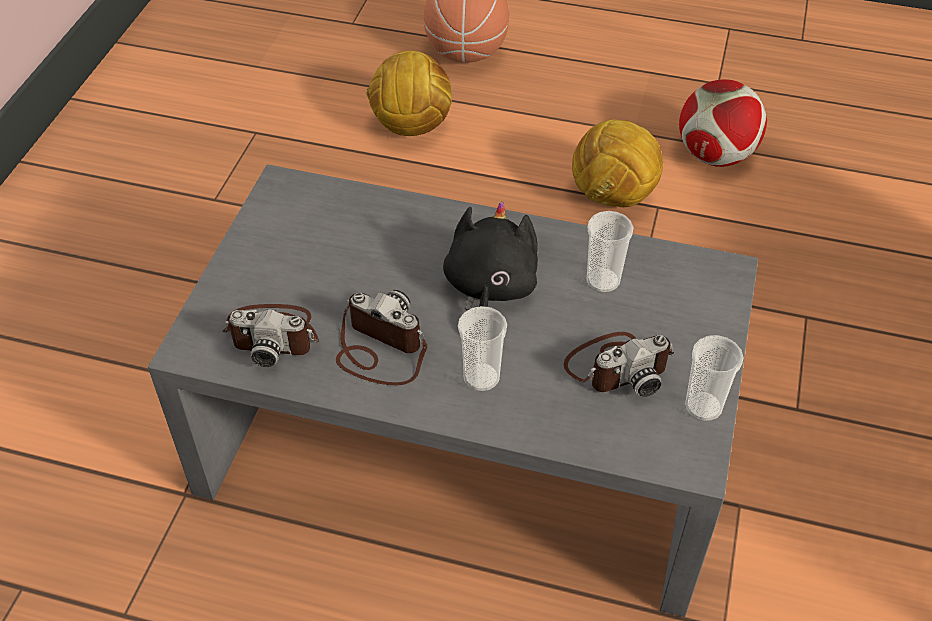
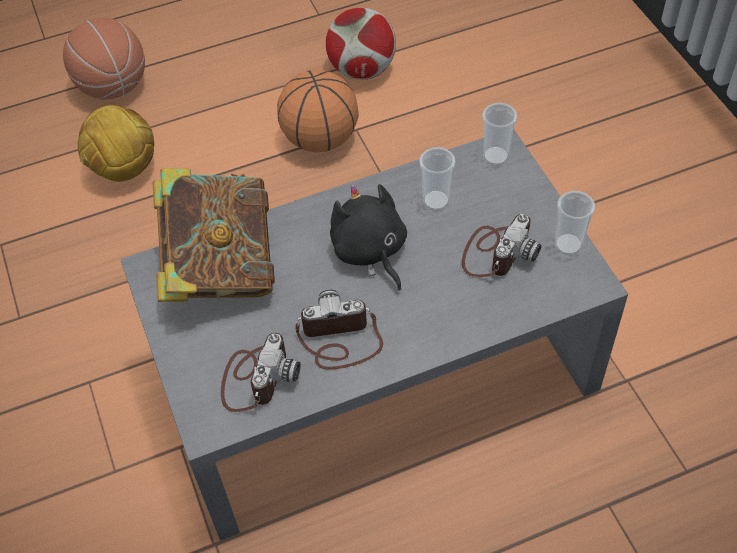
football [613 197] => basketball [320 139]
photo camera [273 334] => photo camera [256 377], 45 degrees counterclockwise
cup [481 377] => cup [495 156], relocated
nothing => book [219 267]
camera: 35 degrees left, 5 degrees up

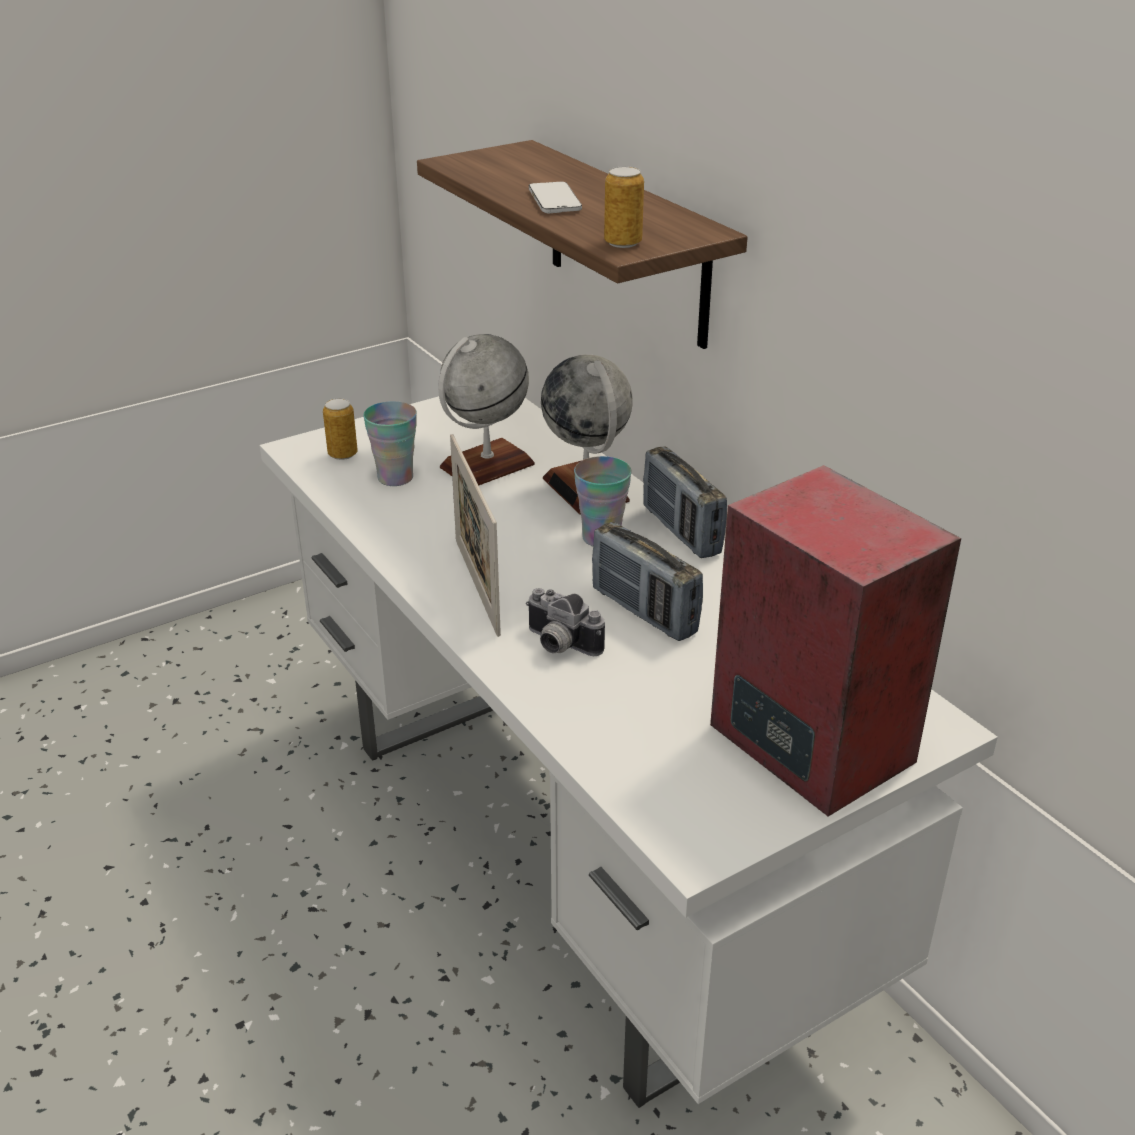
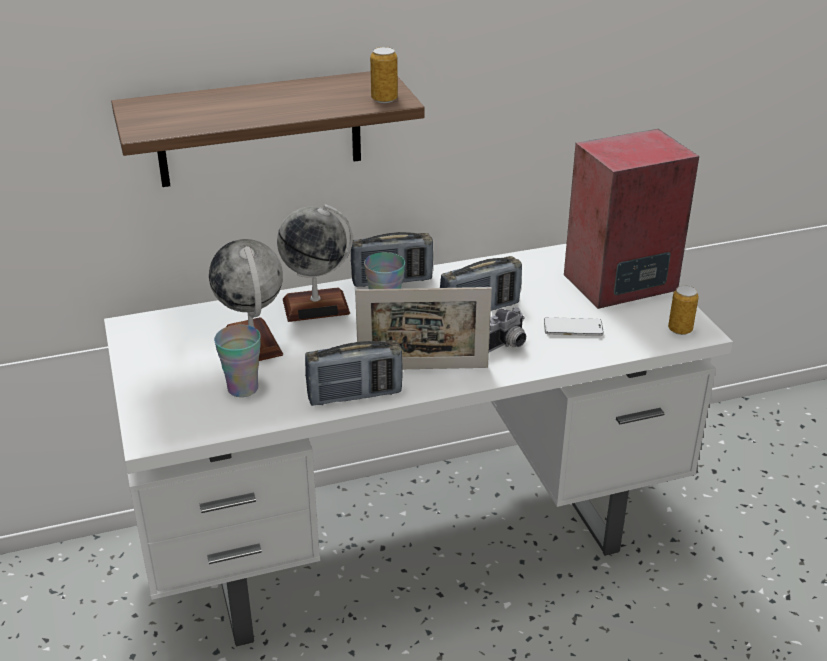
phone [554 200] => phone [573 329], relocated
can [342 454] => can [680 329], relocated
nothing => radio [354 395]
camera: 75 degrees left, 0 degrees up

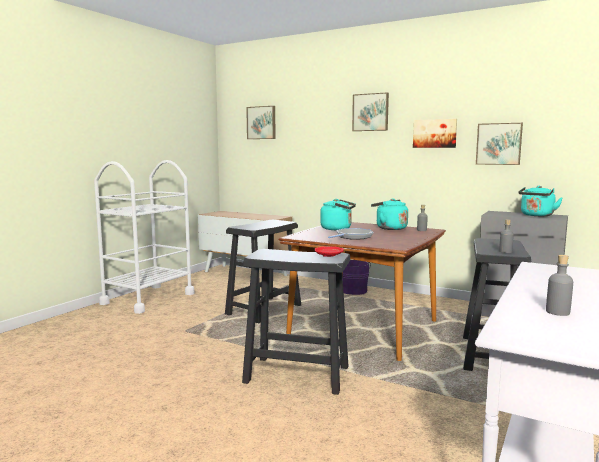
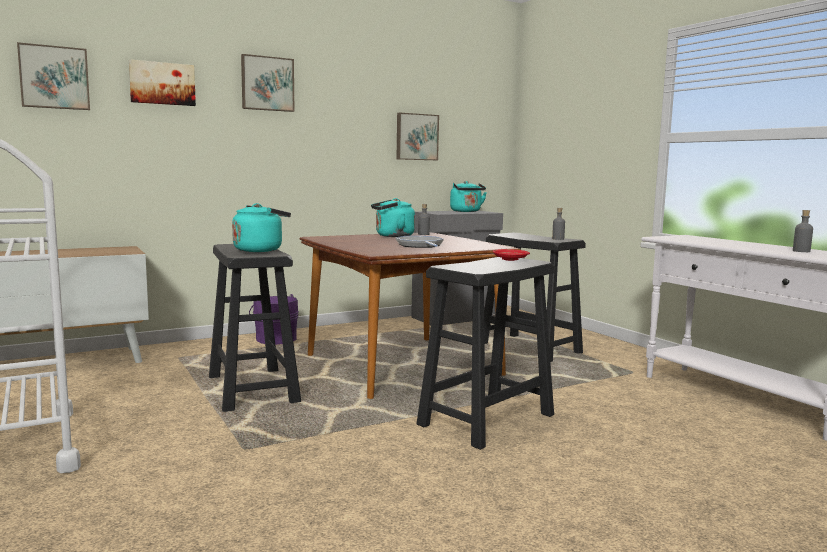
picture [435 133] => picture [162 83], relocated
kettle in turquoise [338 229] => kettle in turquoise [260 250], relocated
camera: 60 degrees left, 0 degrees up

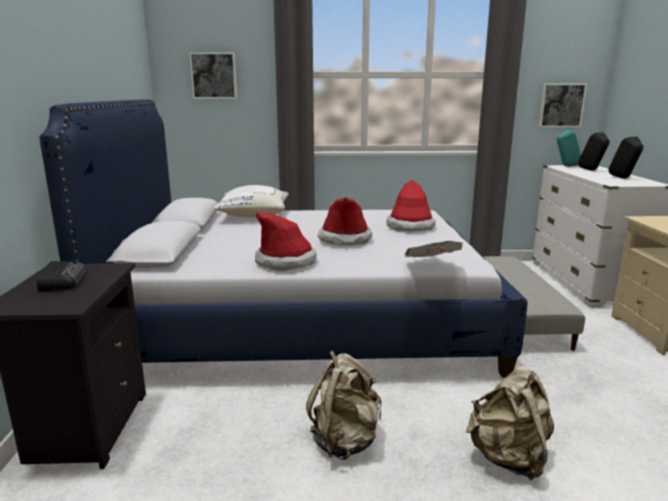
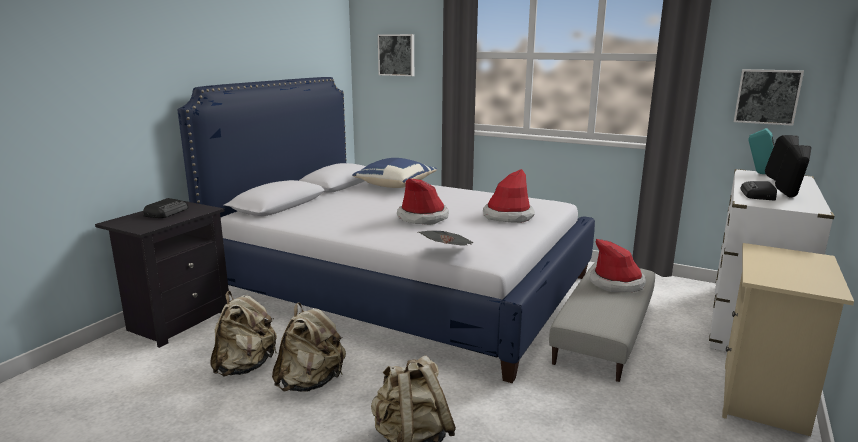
pillow in white [253 215] => pillow in blue [395 185]
hat [286 261] => hat [616 283], relocated
nothing => radio [758 195]
nothing => backpack in beige [245 366]
camera: 30 degrees right, 0 degrees up

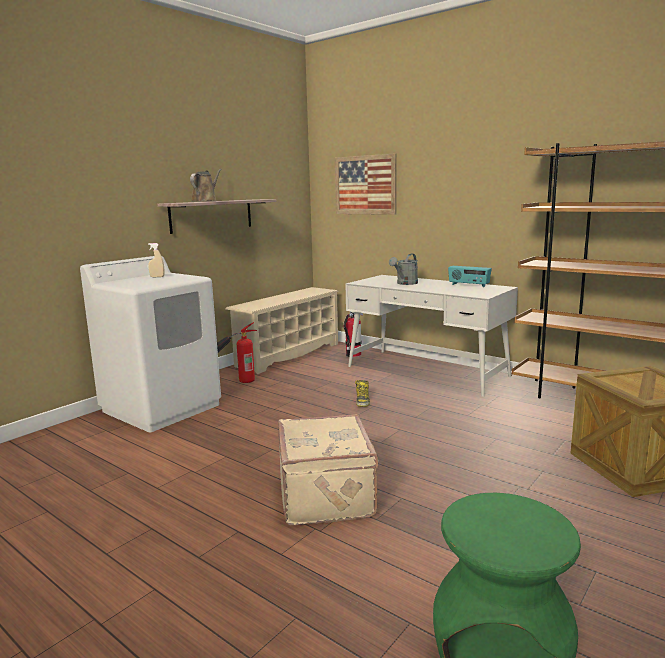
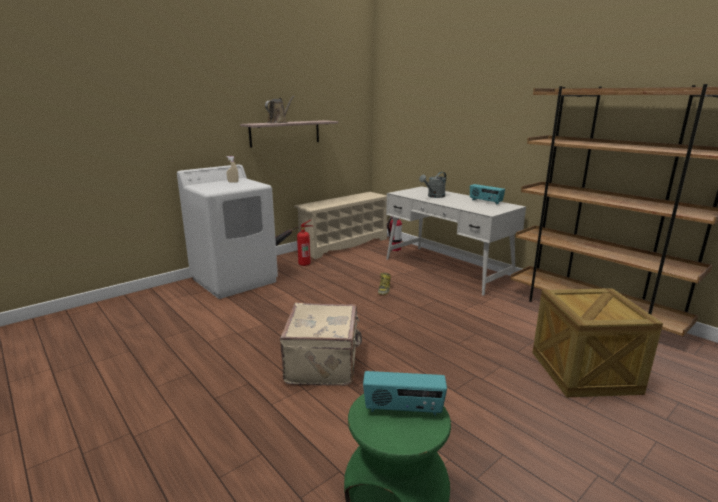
picture [365 185] => nothing
nothing => radio [403 409]
camera: 10 degrees right, 5 degrees up

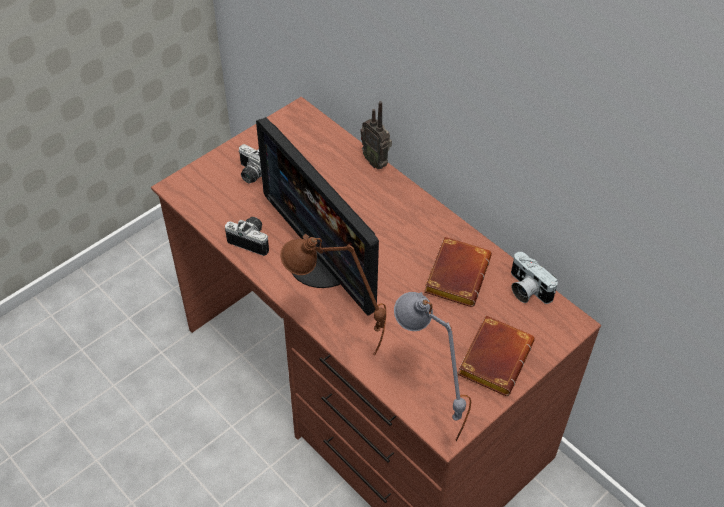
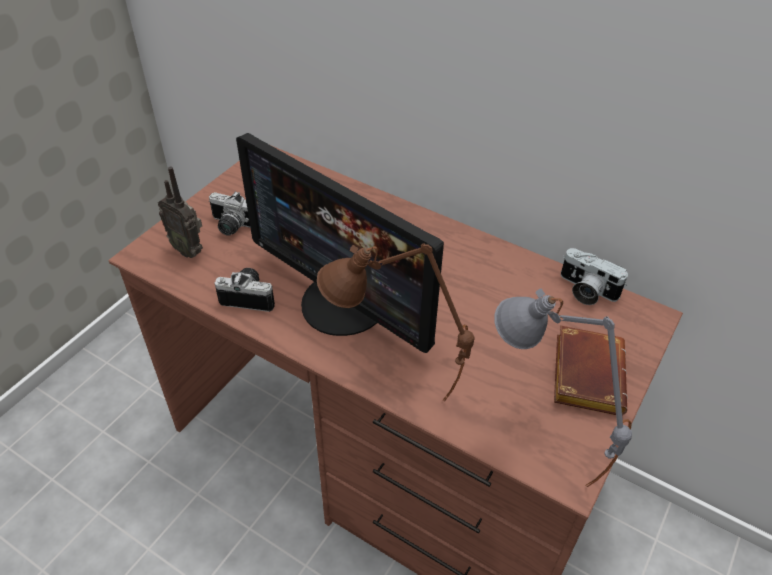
radio [376 161] => radio [189 250], relocated
book in brown [455 274] => nothing
camera: 15 degrees left, 5 degrees down

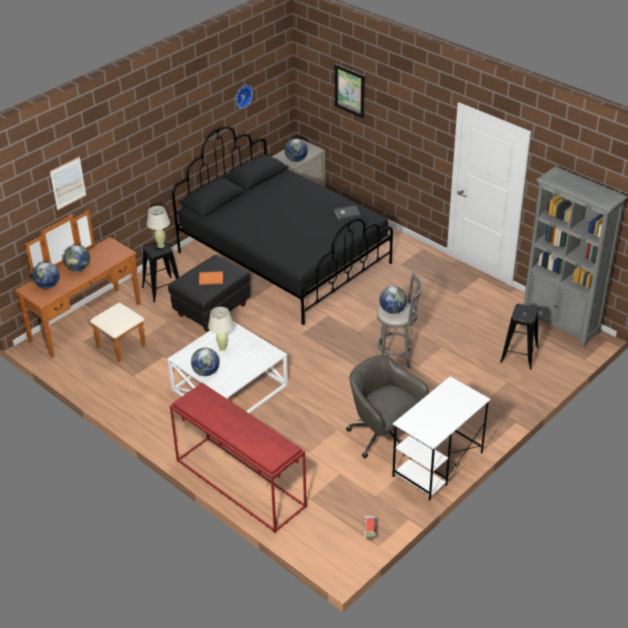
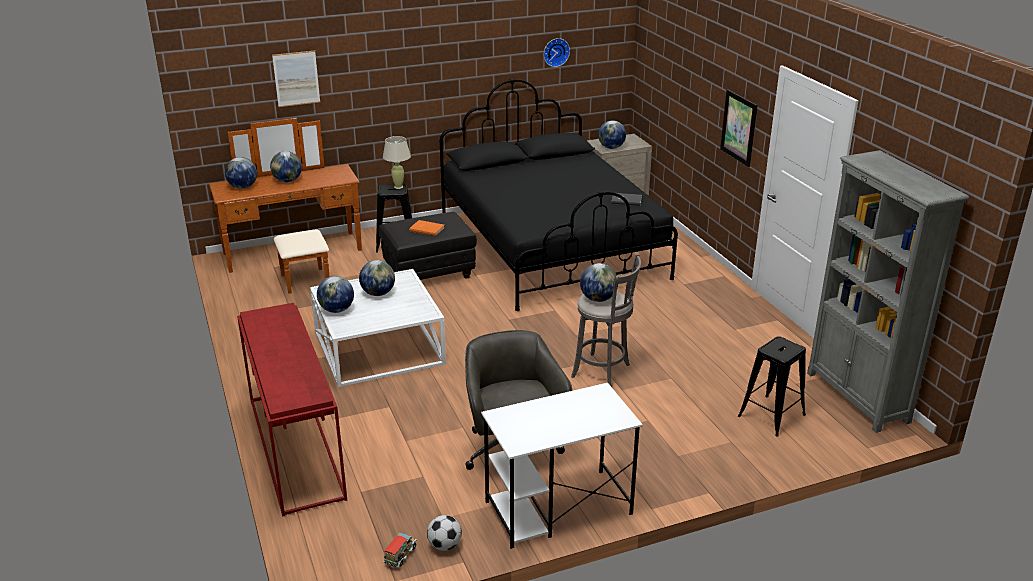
picture [349 91] => picture [739 127], relocated
table lamp in beige [222 348] => globe [378 293]
nothing => football [444 545]
camera: 25 degrees right, 10 degrees down

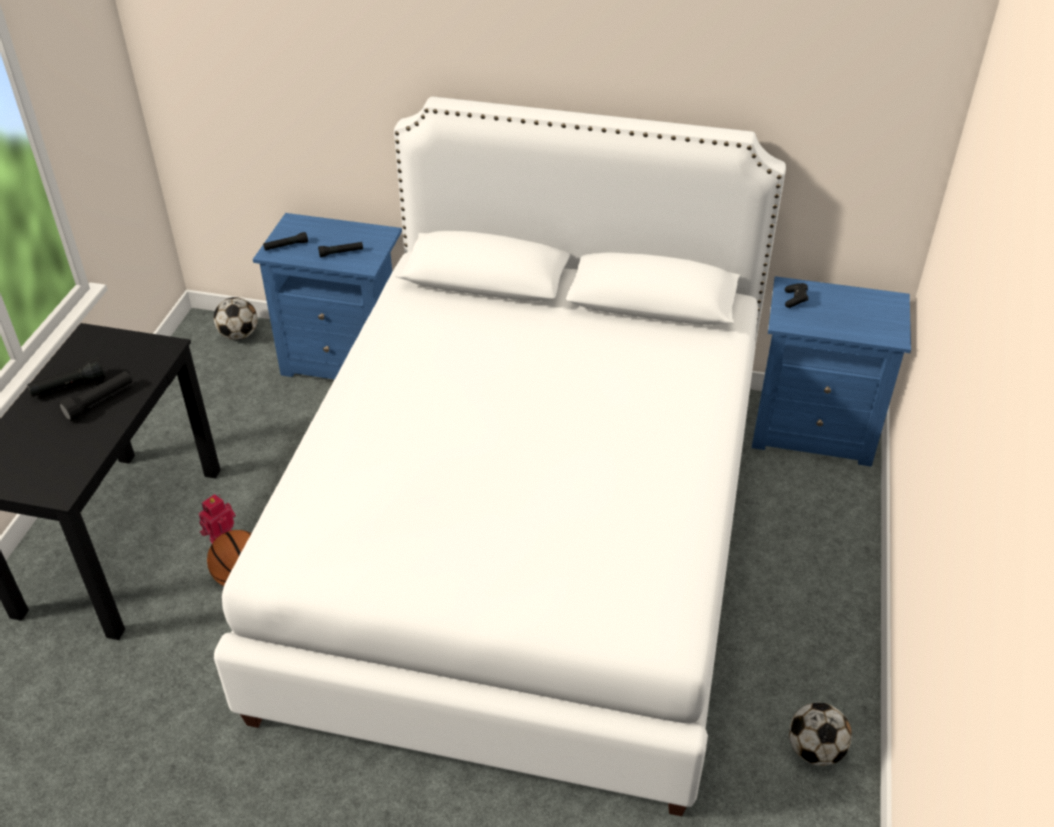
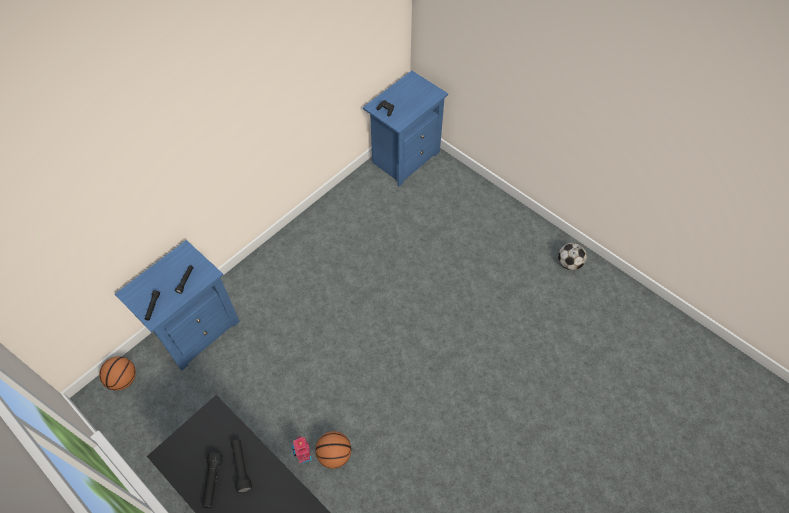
bed in white [526 537] => nothing
football [239 335] => basketball [123 379]
camera: 60 degrees left, 15 degrees up

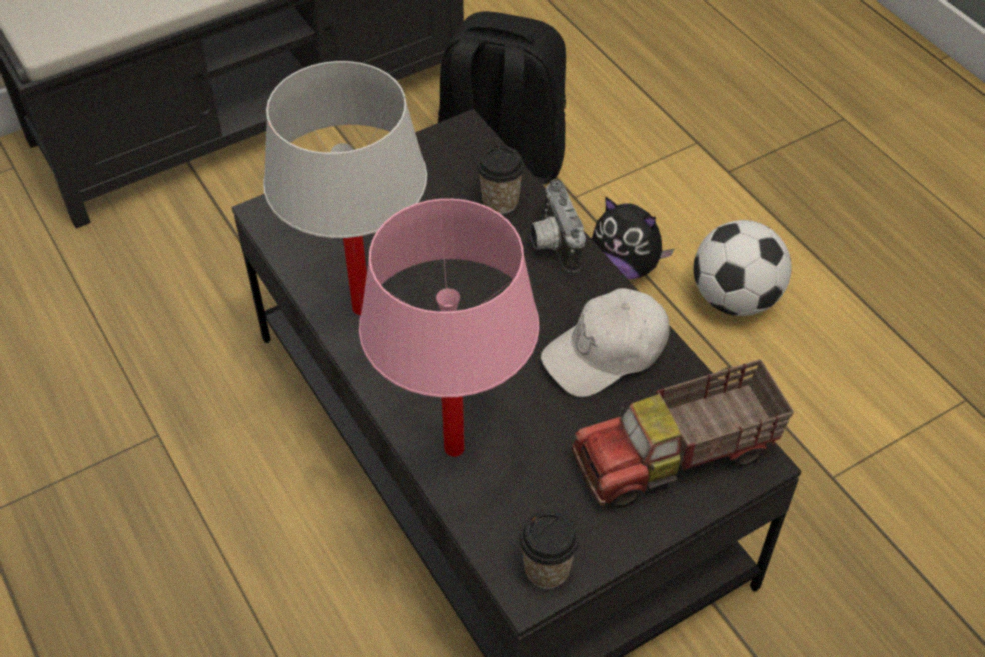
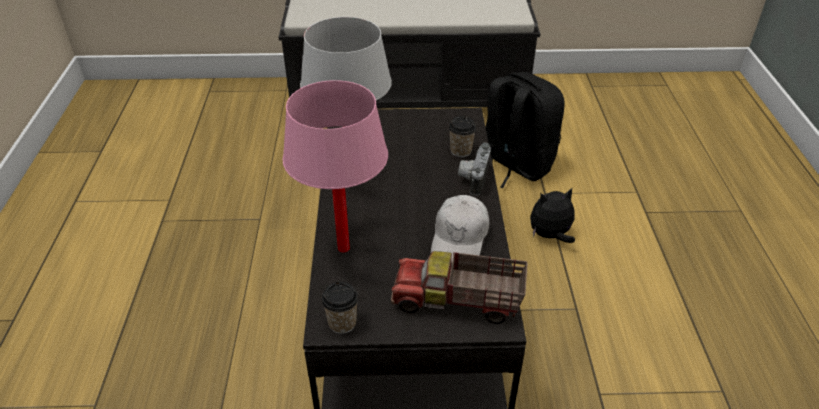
plush toy [626 266] => plush toy [550 236], 105 degrees clockwise
football [735 299] => nothing
cap in white [606 353] => cap in white [460 238], 75 degrees counterclockwise
camera: 30 degrees right, 10 degrees down

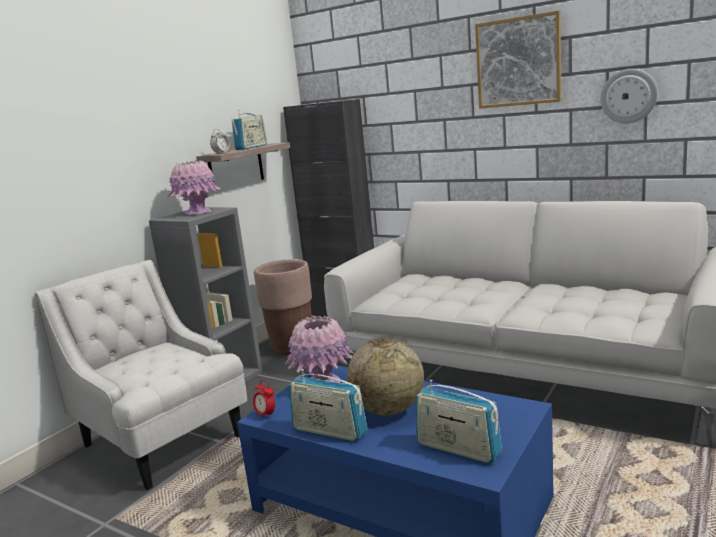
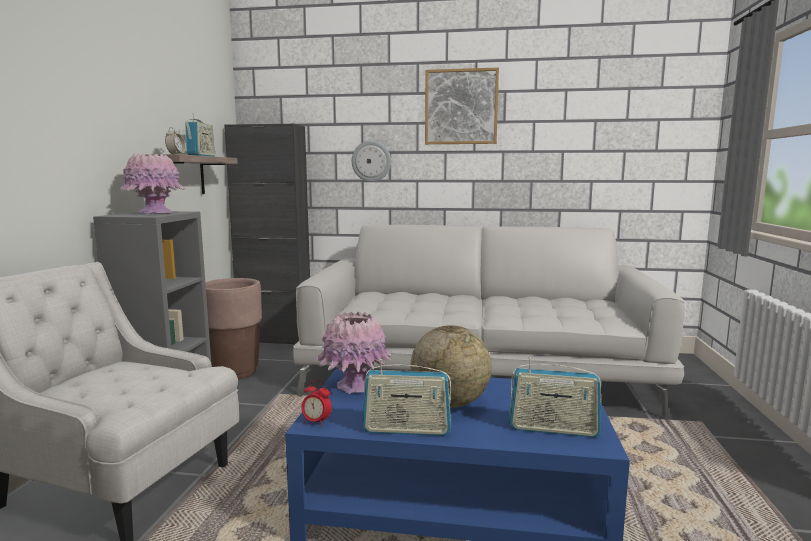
wall clock [628 96] => wall clock [371 161], relocated
camera: 25 degrees left, 5 degrees down

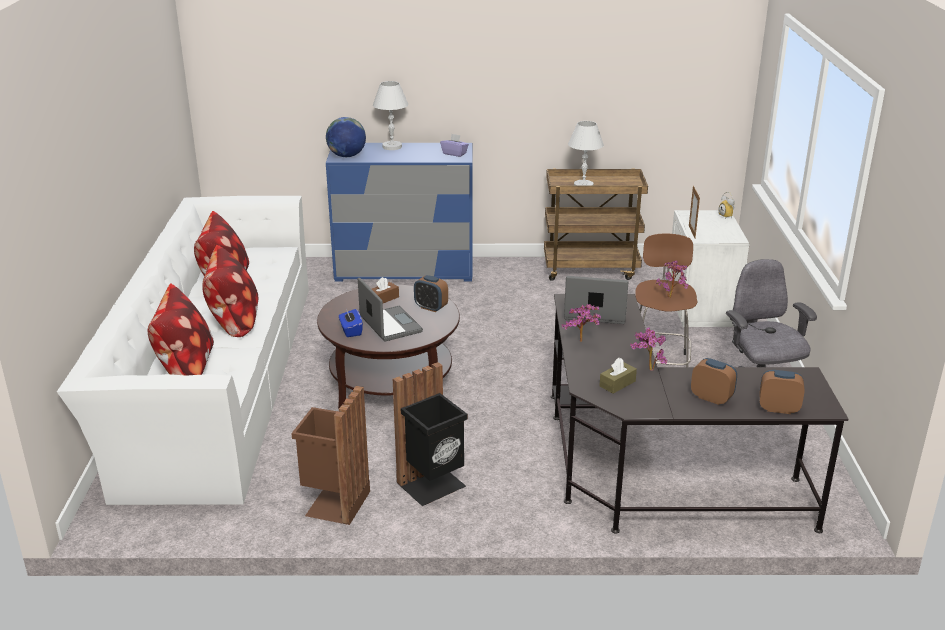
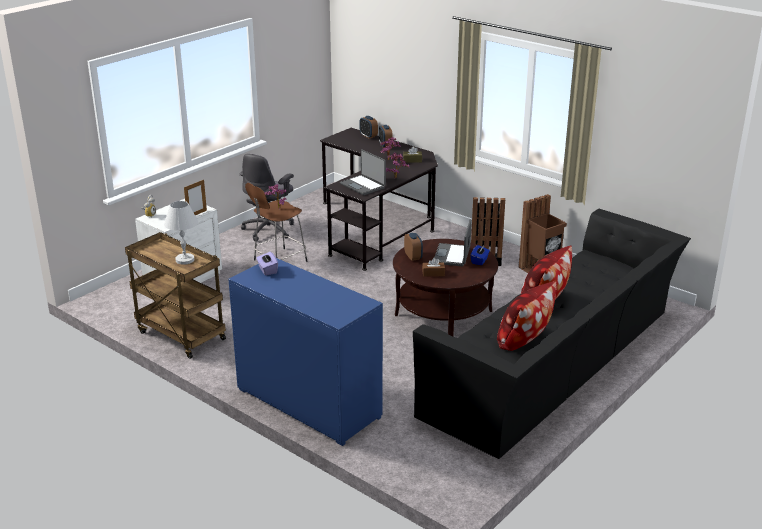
table lamp in white [392 146] => nothing
globe [346 156] => nothing
sofa in white [215 379] => sofa in black [555 363]
pillow [185 368] => nothing
camera: 140 degrees left, 0 degrees up

